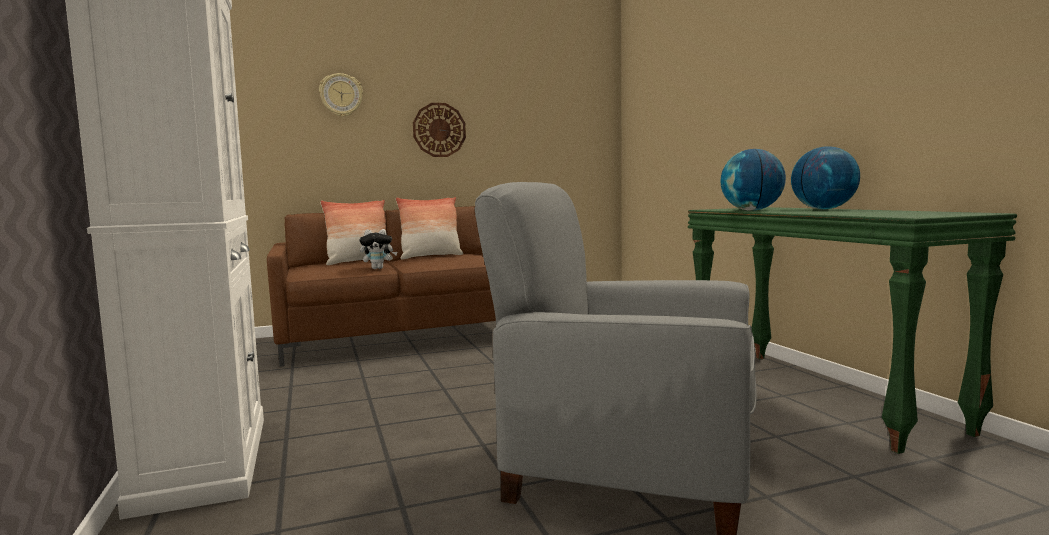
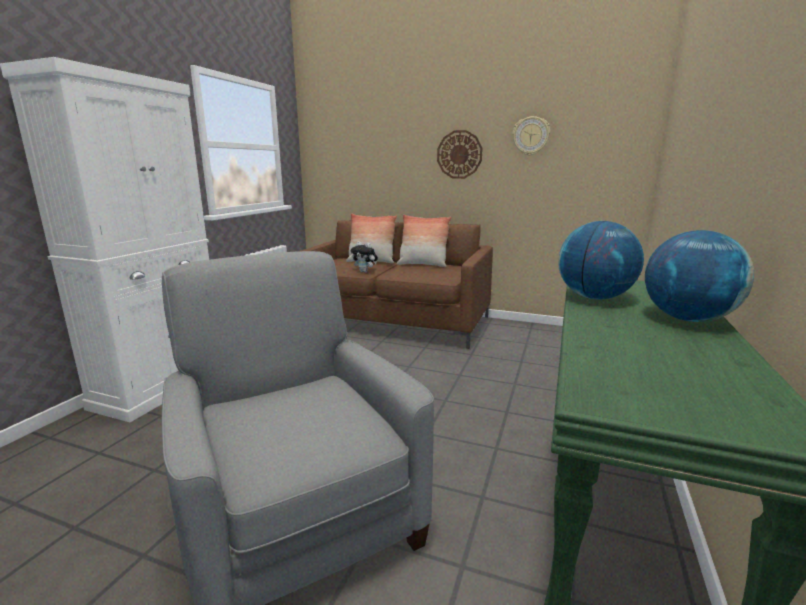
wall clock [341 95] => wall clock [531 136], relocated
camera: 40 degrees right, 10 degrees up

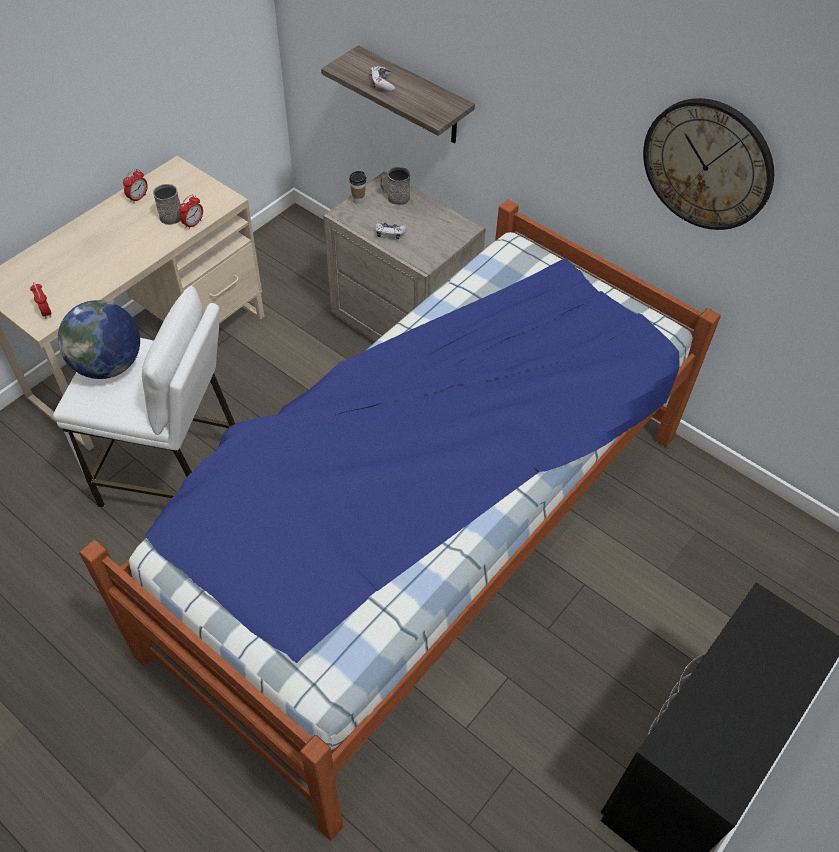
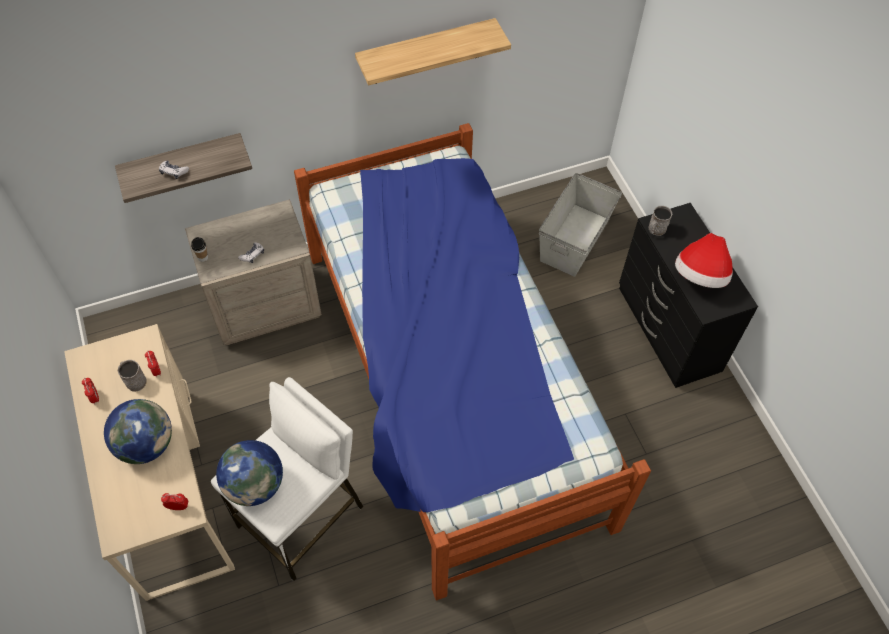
wall clock [708 164] => shelf [426 52]
mug in grey [395 197] => mug in grey [655 230], relocated
nothing => storage box in grey [575 239]
nothing => hat [700 276]
nothing => globe [146 444]
camera: 60 degrees left, 5 degrees up

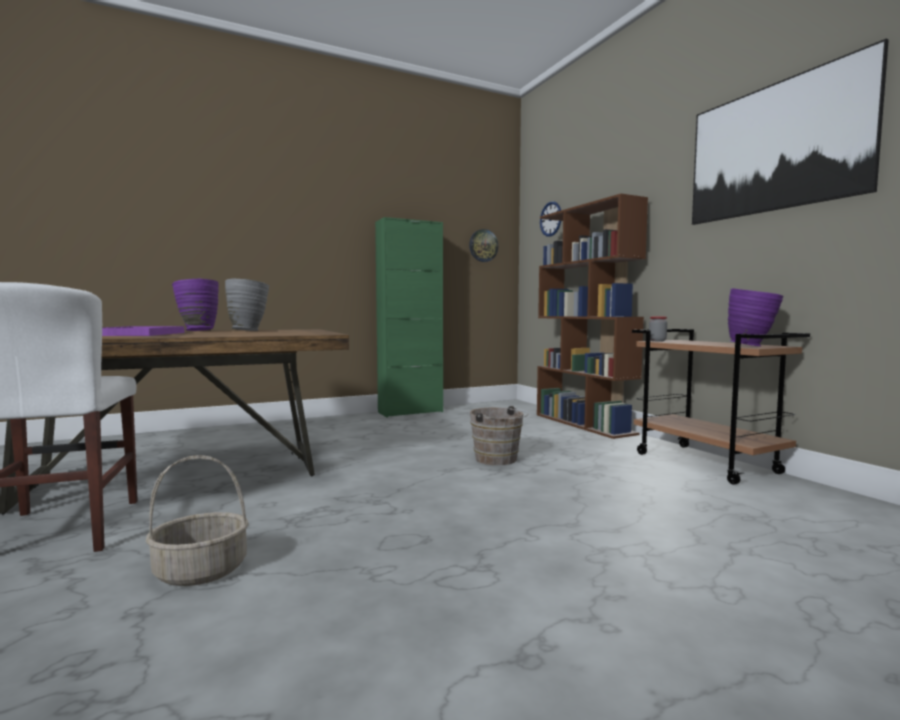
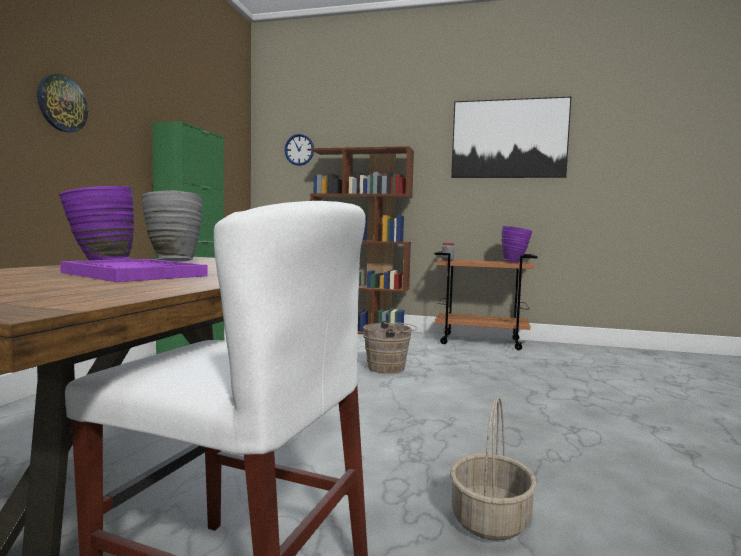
wall clock [483 245] => wall clock [62 103], relocated
camera: 50 degrees left, 0 degrees up

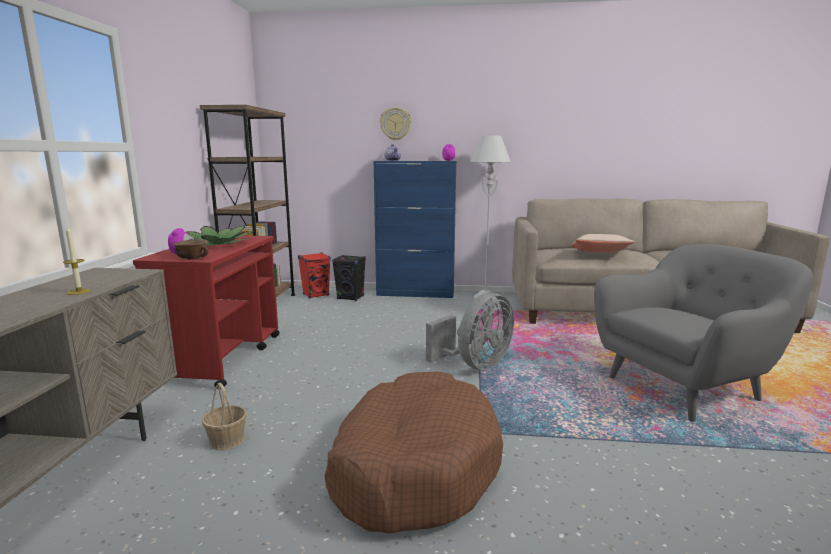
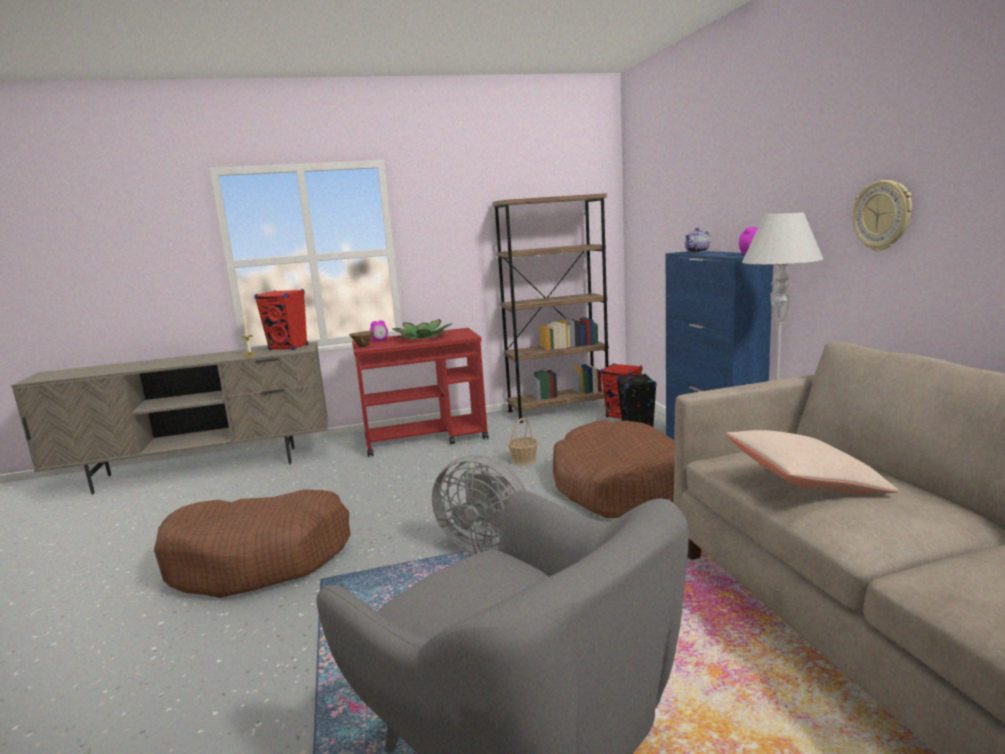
wall clock [395 124] => wall clock [882 215], relocated
basket [227 440] => basket [524 461], relocated
nothing => speaker in red [289 348]
nothing => dog bed in brown [619 487]
camera: 70 degrees right, 0 degrees up

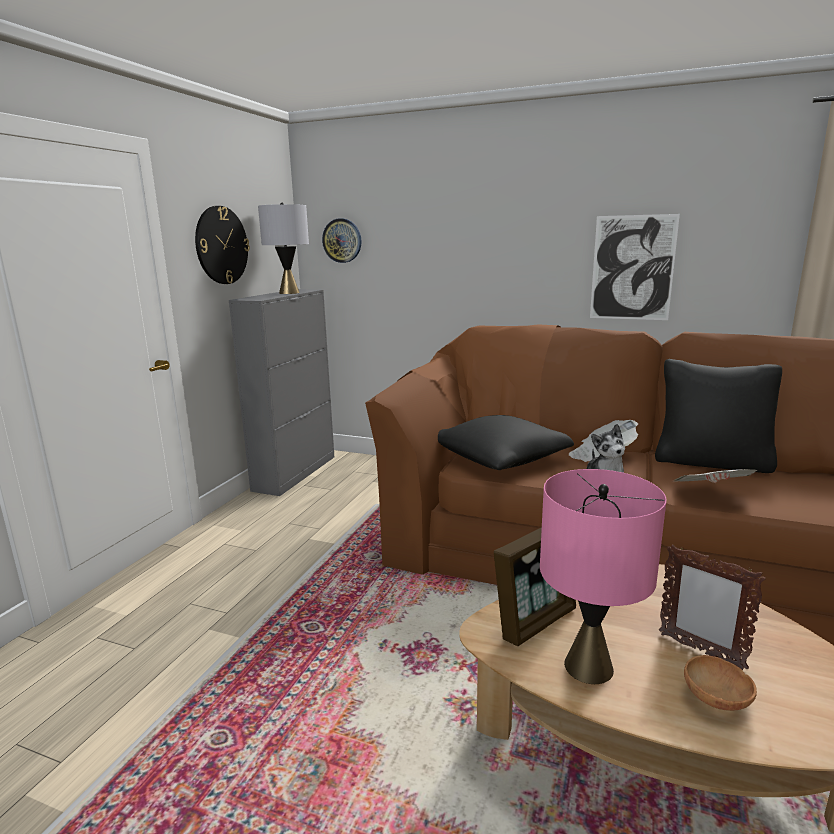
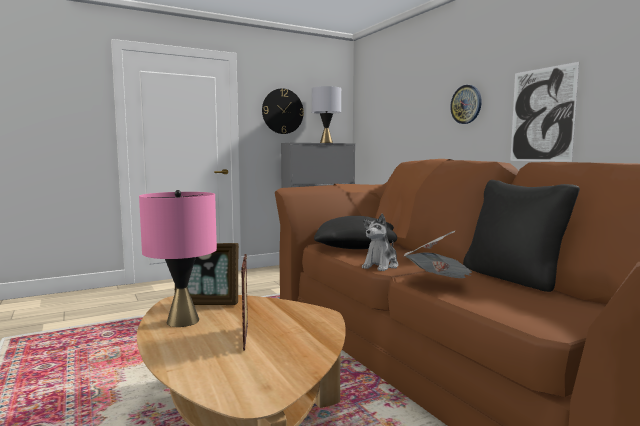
wall clock [342 240] => wall clock [466 104], relocated
bowl in brown [717 701] => nothing
camera: 40 degrees right, 10 degrees down

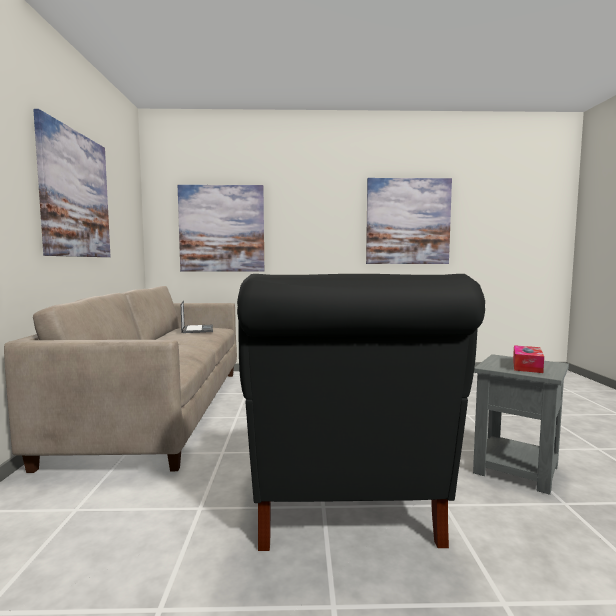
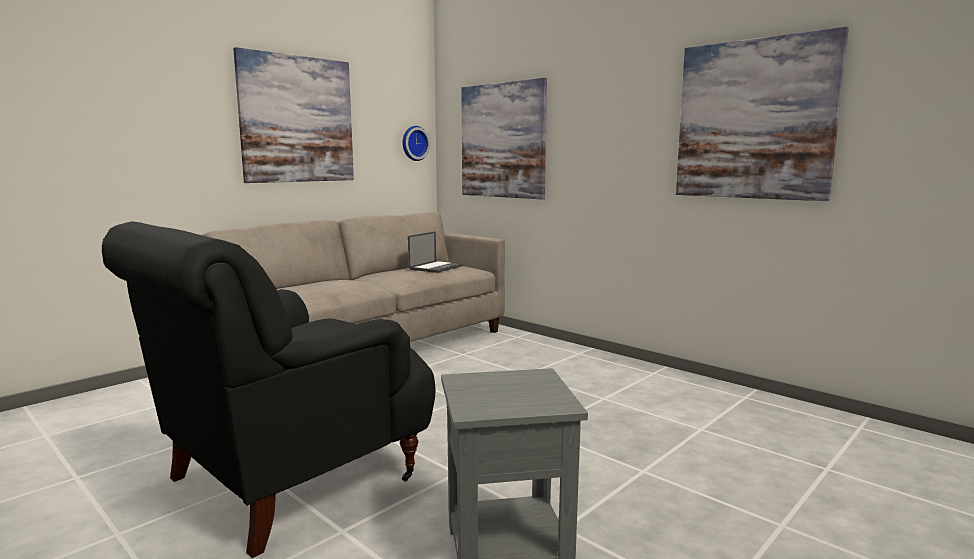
tissue box [527 366] => nothing
nothing => wall clock [414 143]
camera: 45 degrees right, 5 degrees up

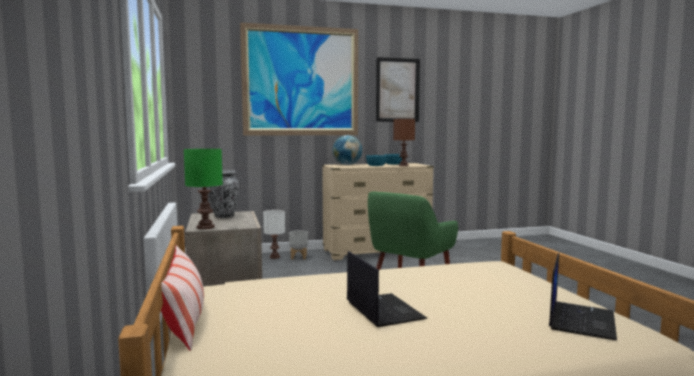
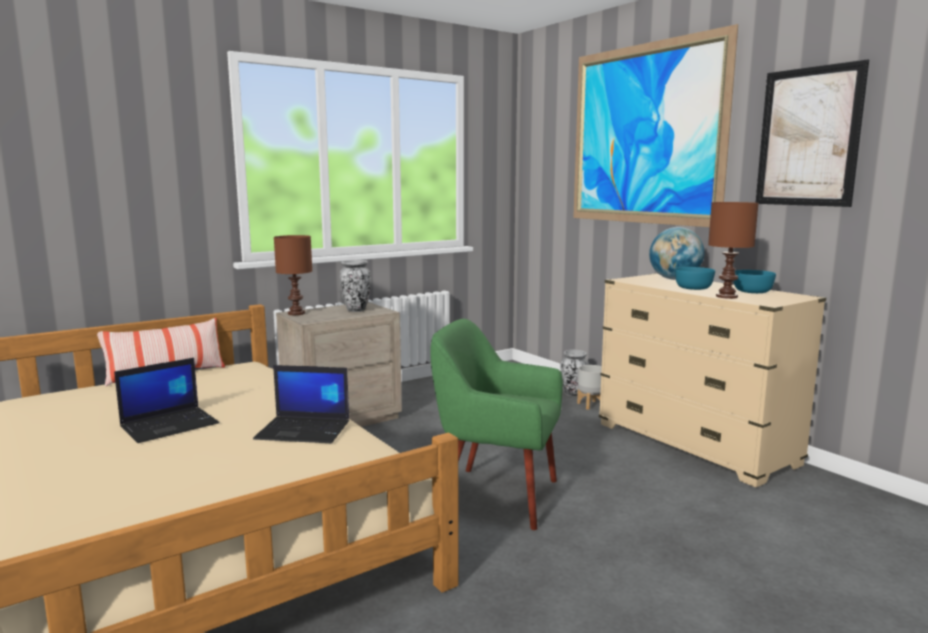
table lamp in green [204 227] => table lamp in brown [296 313]
table lamp in white [275 257] => vase [573 394]
laptop [580 320] => laptop [305 430], relocated
camera: 70 degrees right, 5 degrees up

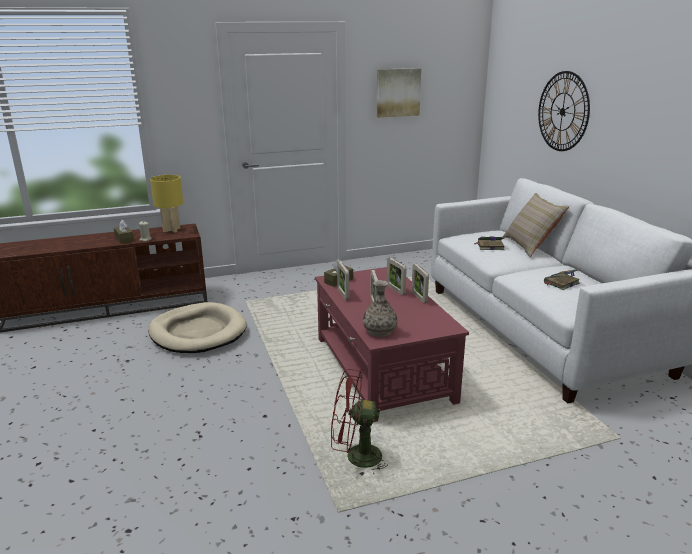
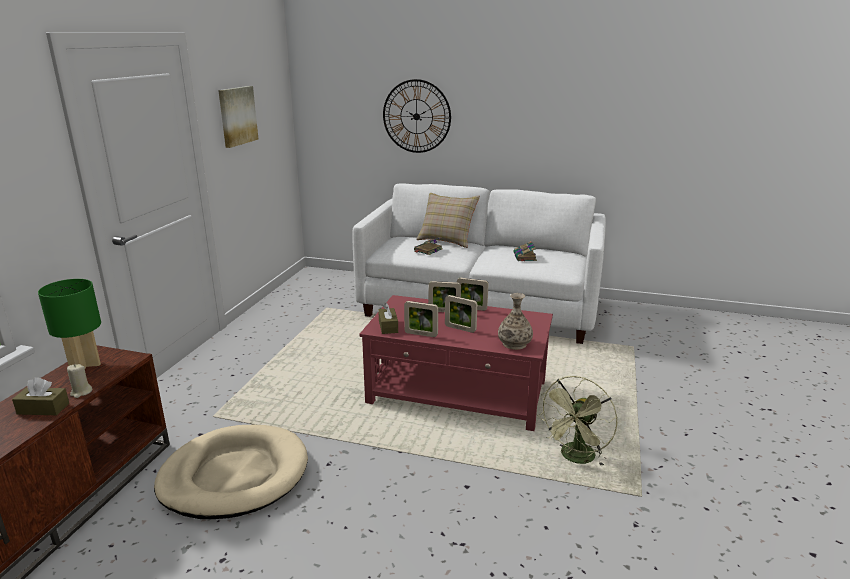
table lamp in yellow [171 230] => table lamp in green [85 366]
fan in red [356 457] => fan in green [575 459]
camera: 55 degrees left, 0 degrees up

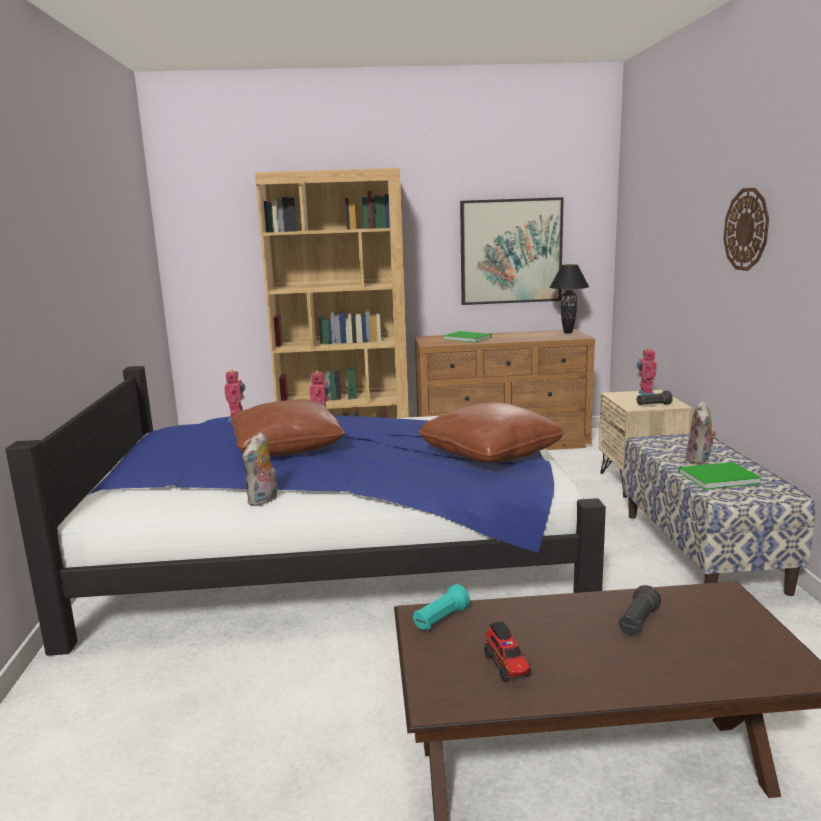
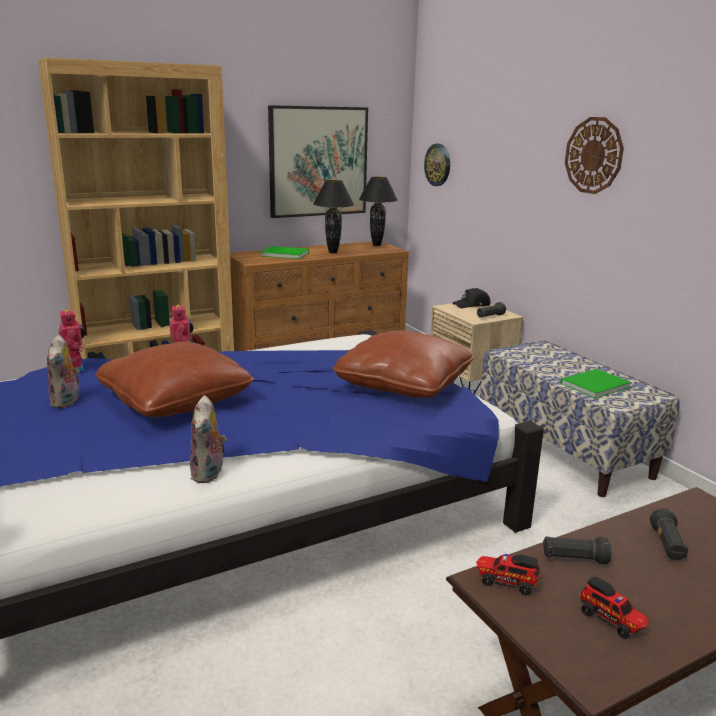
toy robot [645 394] => cap in black [472 305]
plush toy [700 460] => plush toy [67 402], relocated
flashlight in turquoise [440 619] => toy truck [506 582]
nothing => wall clock [438 165]
nothing => table lamp in black [333 252]
nothing => flashlight in black [574 559]
camera: 25 degrees left, 5 degrees up

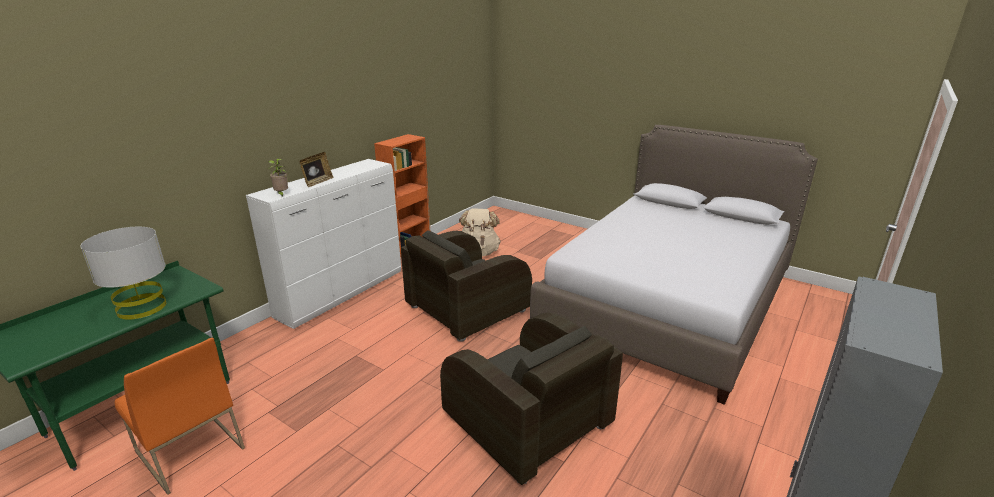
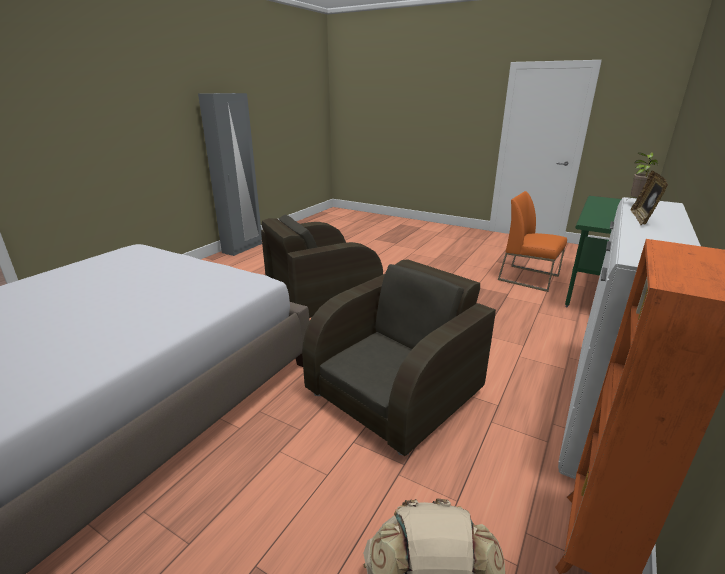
table lamp in grey [142 307] => nothing
armchair in brown [527 422] => armchair in brown [321 296], 75 degrees counterclockwise
camera: 175 degrees right, 0 degrees up

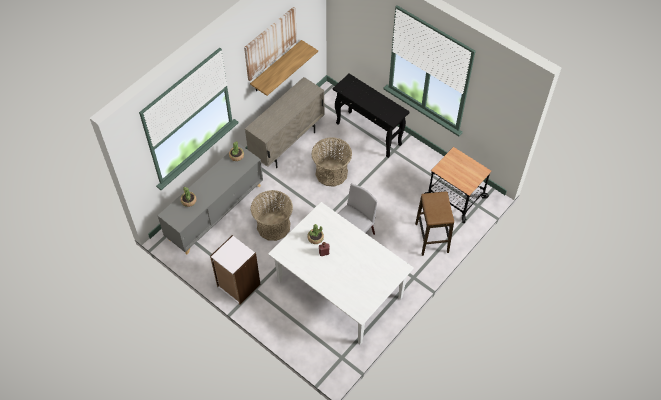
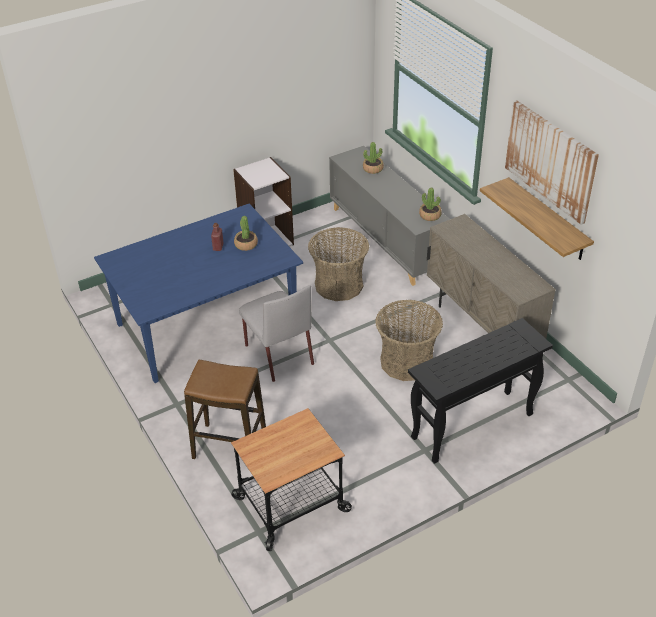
dining table in white [340 289] => dining table in blue [206 325]
camera: 110 degrees right, 15 degrees down

